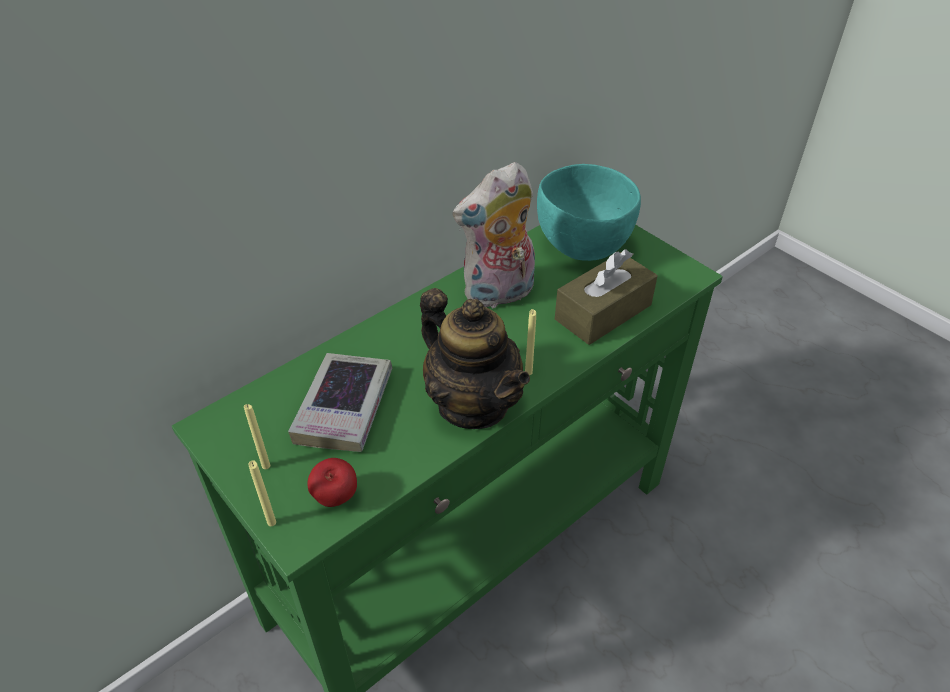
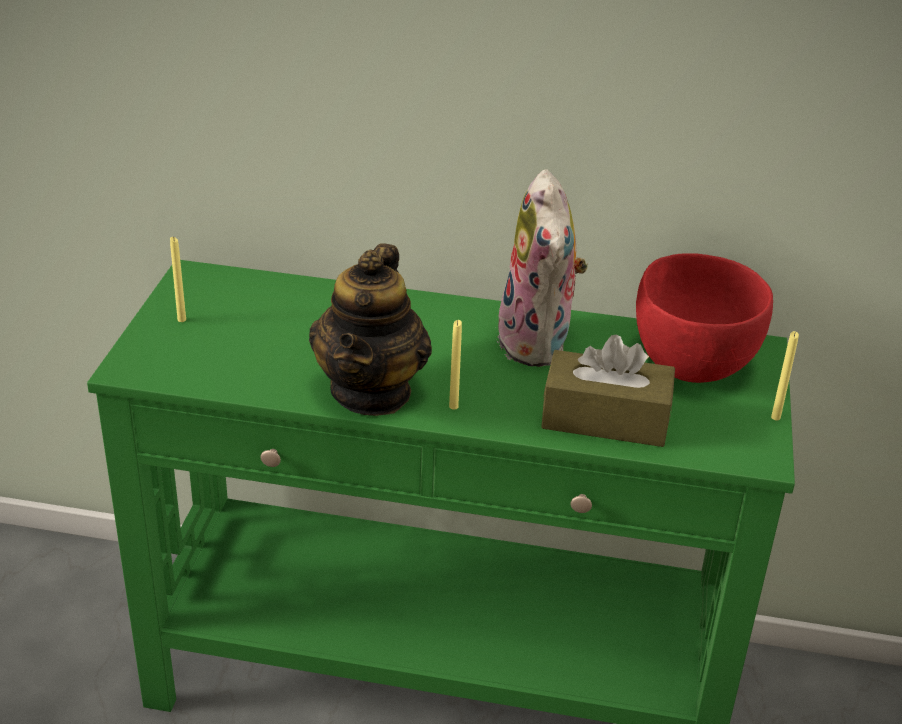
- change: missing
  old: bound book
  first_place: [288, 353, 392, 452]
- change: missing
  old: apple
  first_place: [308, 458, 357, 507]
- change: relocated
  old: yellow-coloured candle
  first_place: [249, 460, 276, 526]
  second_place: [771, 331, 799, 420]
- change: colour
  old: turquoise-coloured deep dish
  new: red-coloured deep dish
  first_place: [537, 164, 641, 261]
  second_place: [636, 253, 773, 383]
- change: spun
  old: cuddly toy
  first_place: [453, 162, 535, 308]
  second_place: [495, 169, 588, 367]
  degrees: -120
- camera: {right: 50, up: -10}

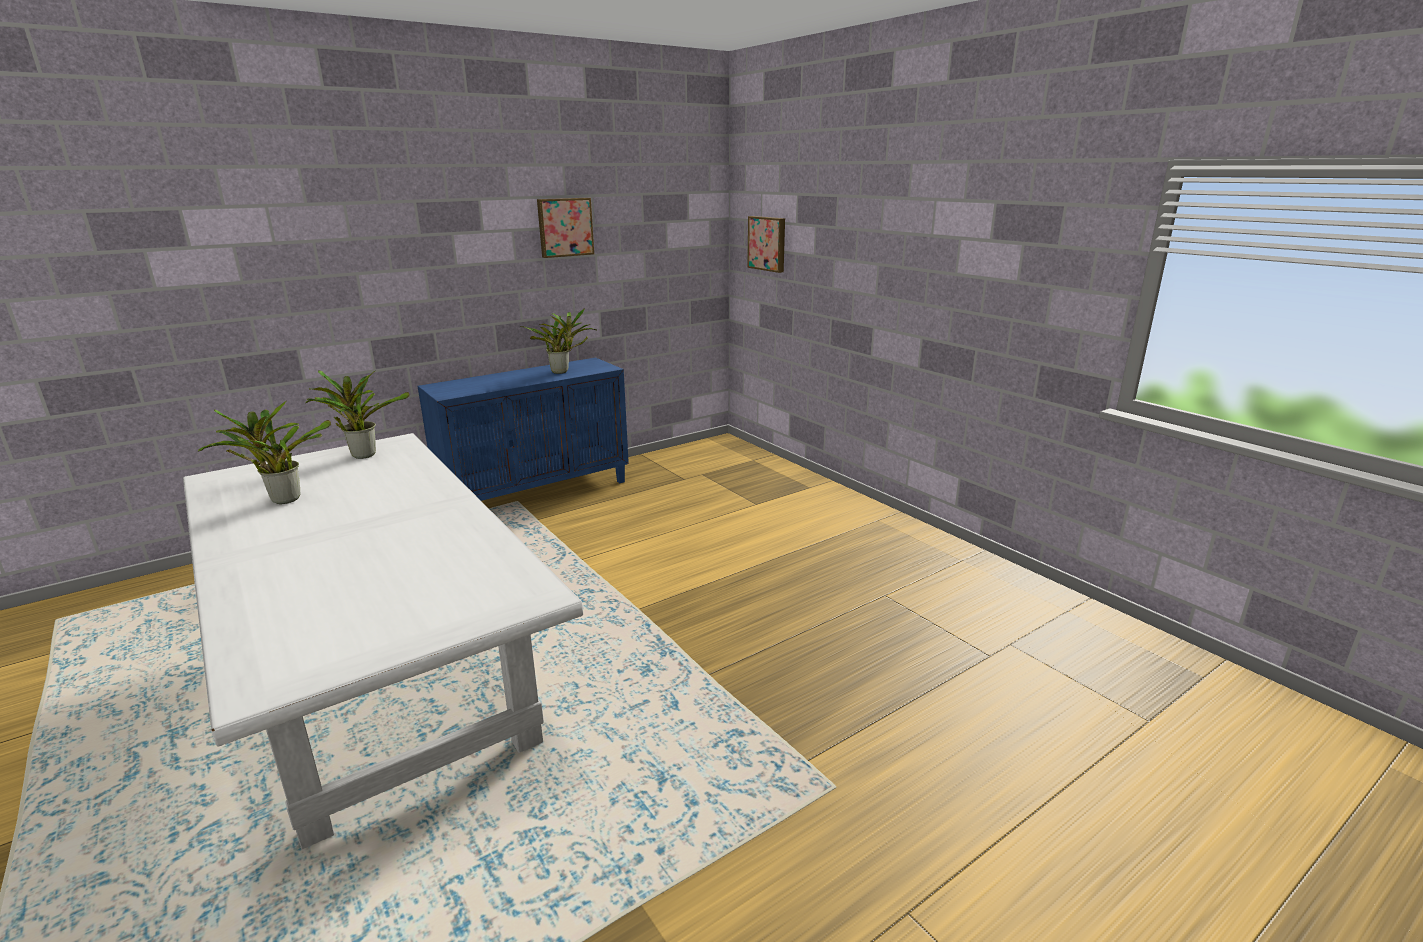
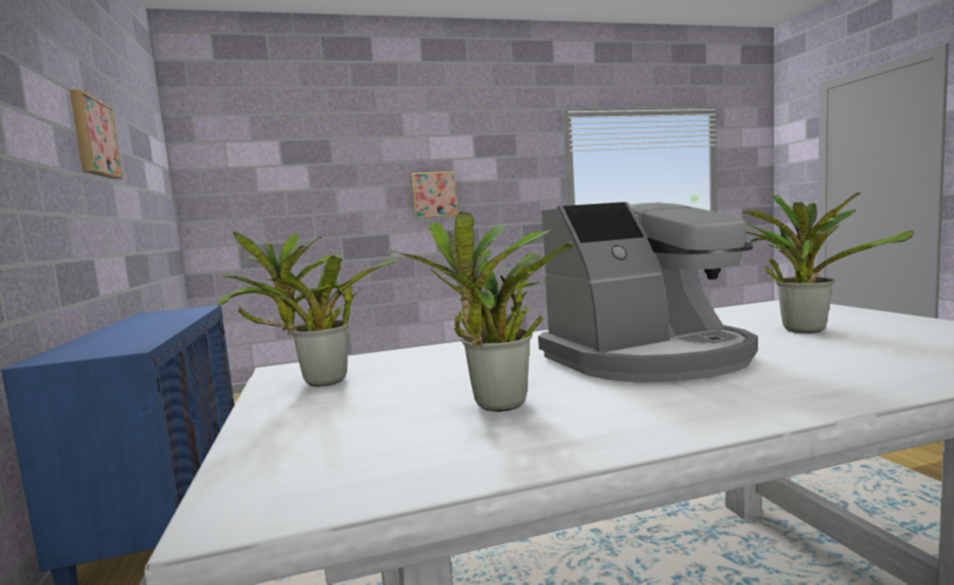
- change: appeared
  new: coffee machine
  second_place: [538, 202, 758, 383]
- change: relocated
  old: houseplant
  first_place: [520, 308, 597, 374]
  second_place: [741, 192, 914, 333]
- change: relocated
  old: wall picture
  first_place: [747, 216, 785, 273]
  second_place: [411, 171, 458, 218]
- camera: {right: -70, up: -15}

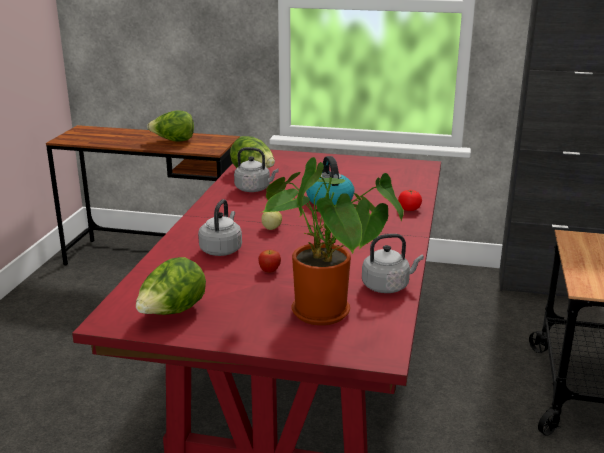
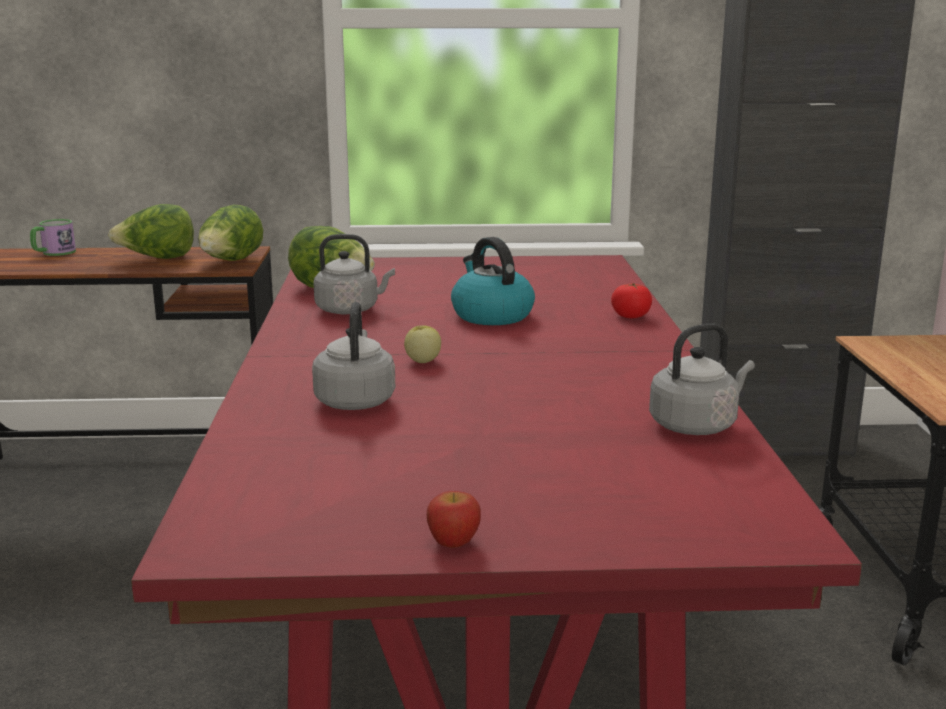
- change: missing
  old: houseplant
  first_place: [262, 157, 404, 325]
- change: appeared
  new: coffee mug
  second_place: [30, 219, 76, 256]
- change: relocated
  old: lettuce
  first_place: [136, 257, 206, 315]
  second_place: [198, 205, 263, 261]
- change: relocated
  old: apple
  first_place: [258, 250, 281, 273]
  second_place: [427, 491, 481, 548]
- camera: {right: -15, up: -5}

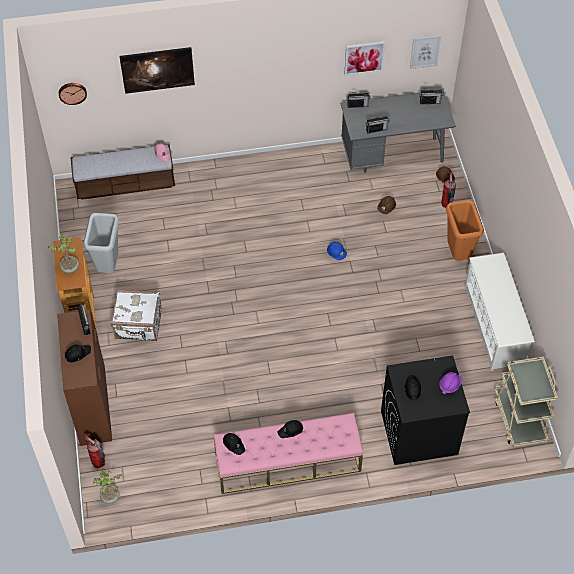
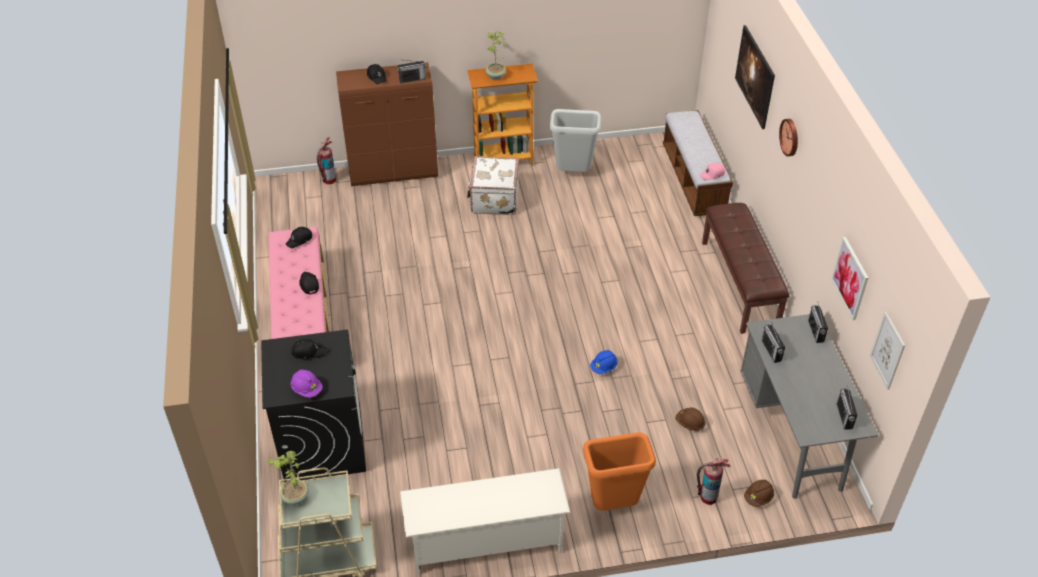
- change: appeared
  new: brownish long seat
  second_place: [702, 203, 789, 334]
- change: relocated
  old: clock on the wall
  first_place: [59, 83, 87, 105]
  second_place: [779, 119, 798, 156]
- change: relocated
  old: houseplant
  first_place: [93, 470, 122, 504]
  second_place: [268, 451, 309, 505]
- camera: {right: 90, up: -10}

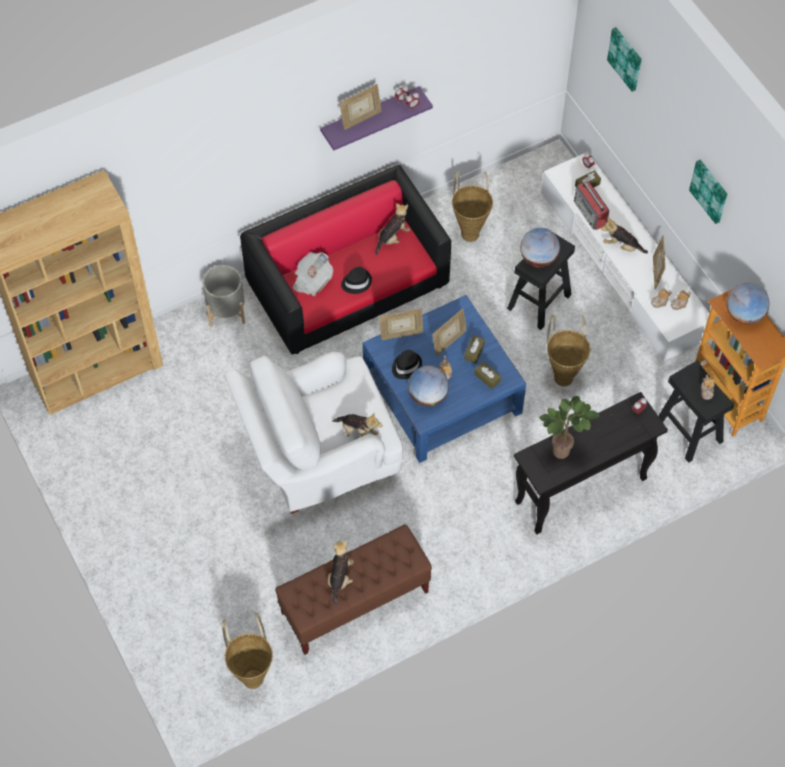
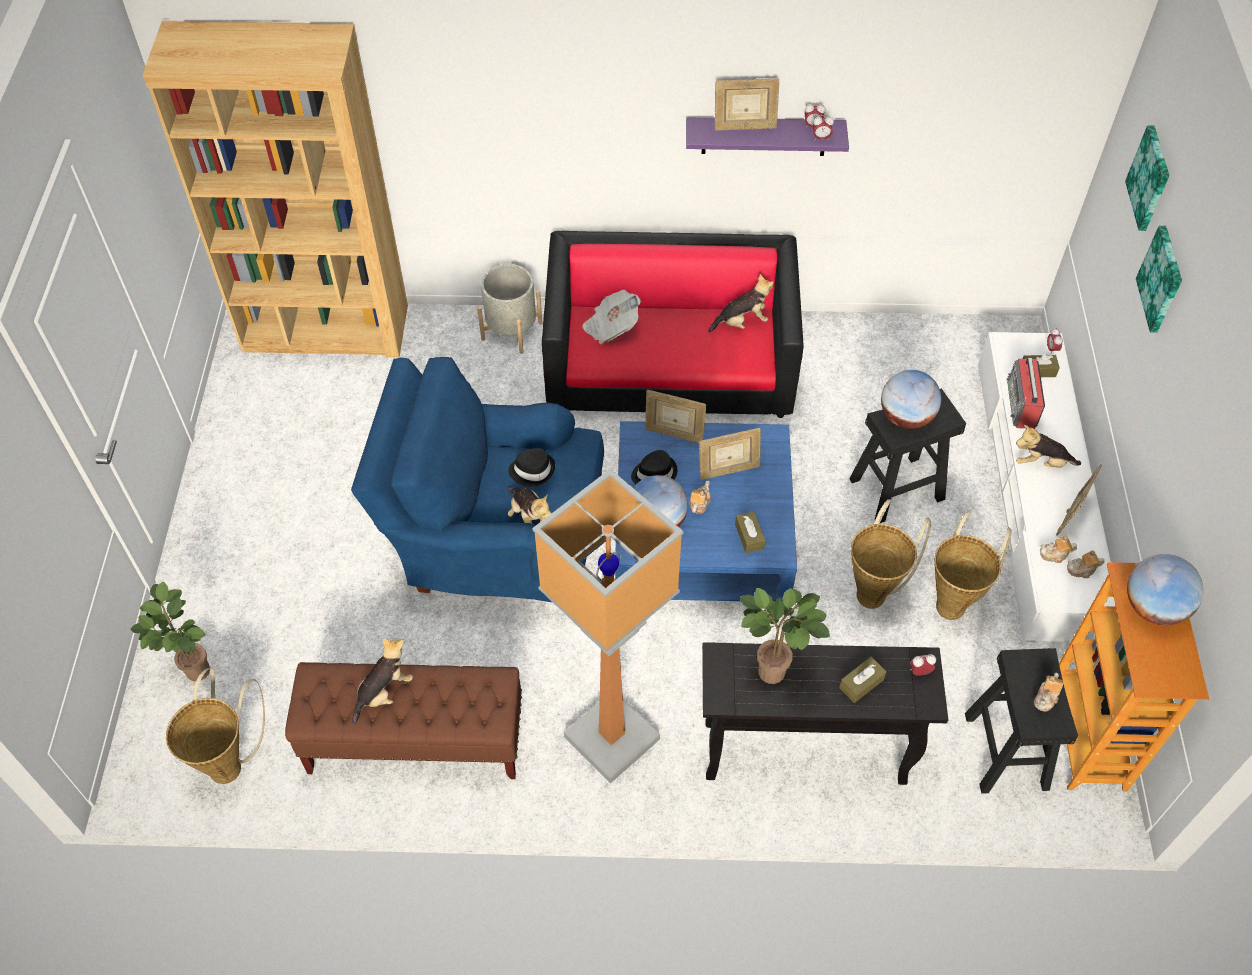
- change: appeared
  new: houseplant
  second_place: [130, 582, 210, 681]
- change: appeared
  new: floor lamp
  second_place: [532, 469, 684, 784]
- change: relocated
  old: black wearable hat
  first_place: [341, 267, 372, 294]
  second_place: [508, 448, 555, 487]
- change: relocated
  old: storage basket
  first_place: [452, 171, 493, 242]
  second_place: [934, 510, 1012, 620]
- change: relocated
  old: brownish box of tissues
  first_place: [464, 335, 485, 364]
  second_place: [839, 657, 887, 703]
- change: relocated
  old: wall picture
  first_place: [689, 160, 727, 224]
  second_place: [1136, 226, 1182, 333]
- change: colour
  old: white-coloured lounge chair
  new: blue lounge chair
  first_place: [224, 352, 403, 514]
  second_place: [351, 357, 604, 602]
- change: spun
  old: cuddly toy
  first_place: [601, 218, 648, 253]
  second_place: [1016, 425, 1081, 468]
  degrees: -45
- camera: {right: 30, up: -5}

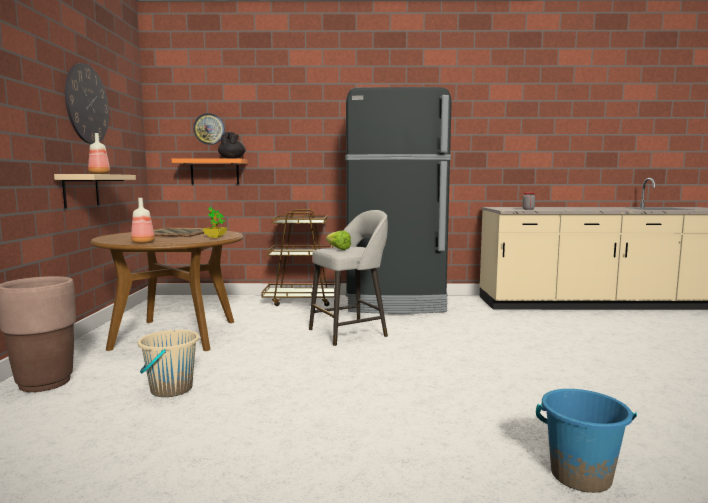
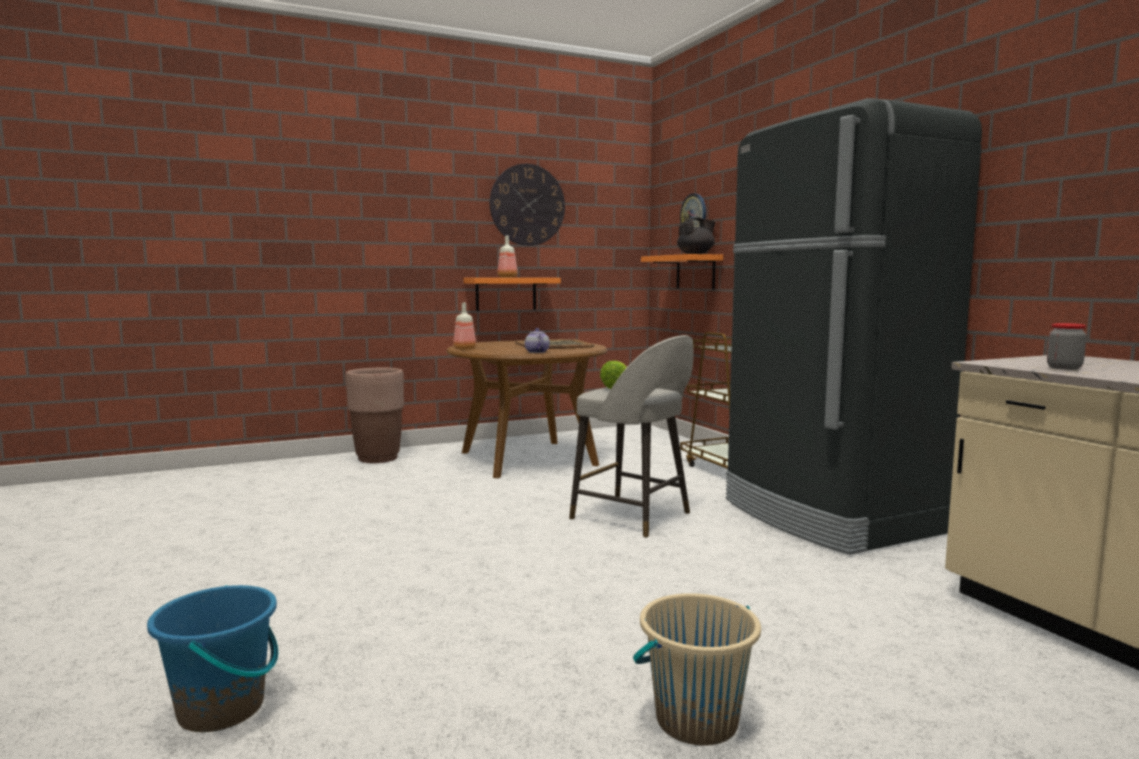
- change: relocated
  old: sand-coloured bucket
  first_place: [138, 330, 199, 397]
  second_place: [633, 593, 761, 746]
- change: exchanged
  old: houseplant
  new: tea pot
  first_place: [203, 207, 227, 238]
  second_place: [525, 328, 550, 353]
- change: colour
  old: sand-coloured wall shelf
  new: orange-coloured wall shelf
  first_place: [54, 174, 136, 208]
  second_place: [464, 278, 561, 311]
- camera: {right: 65, up: 0}

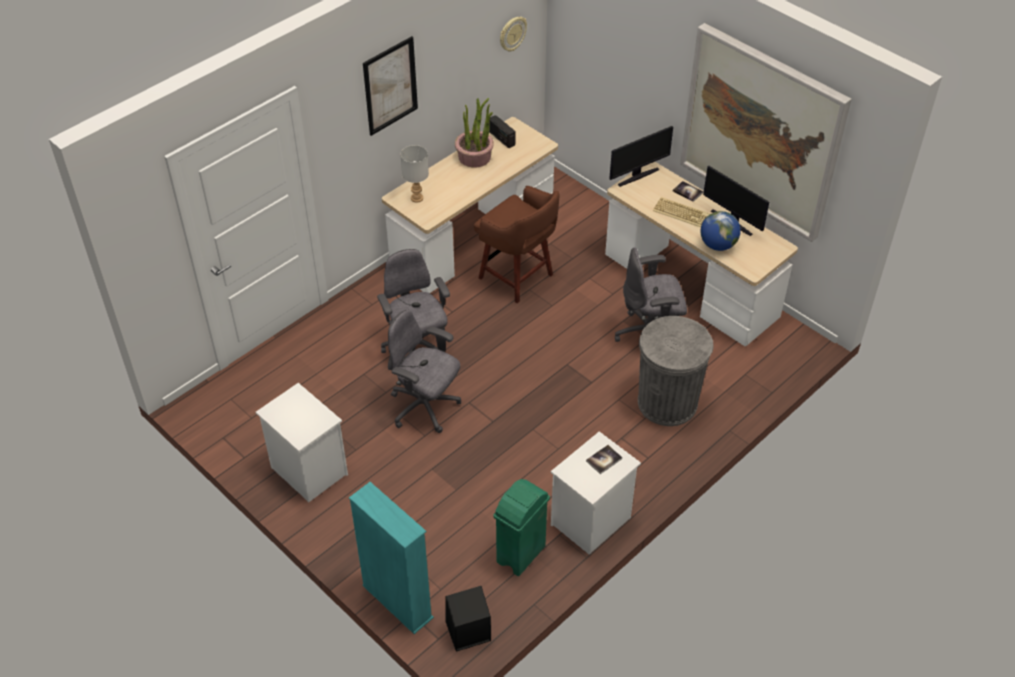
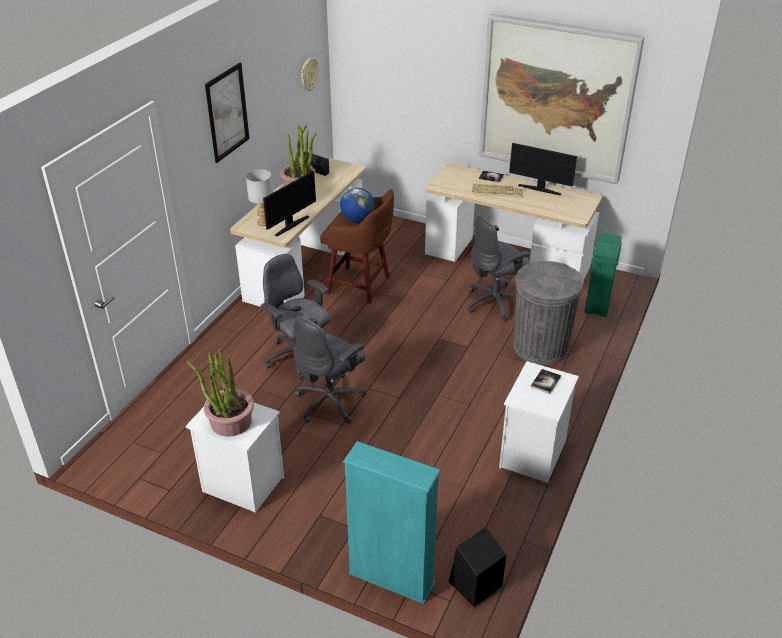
- change: appeared
  new: houseplant
  second_place: [187, 349, 254, 437]
- change: relocated
  old: green trash can
  first_place: [493, 479, 550, 576]
  second_place: [584, 233, 622, 317]
- change: relocated
  old: computer display
  first_place: [609, 126, 673, 187]
  second_place: [263, 171, 316, 236]
- change: relocated
  old: desk globe
  first_place: [701, 211, 741, 251]
  second_place: [340, 188, 375, 223]
- change: spun
  old: gray desk chair
  first_place: [388, 310, 461, 433]
  second_place: [293, 316, 365, 424]
  degrees: -60
- camera: {right: -20, up: -10}

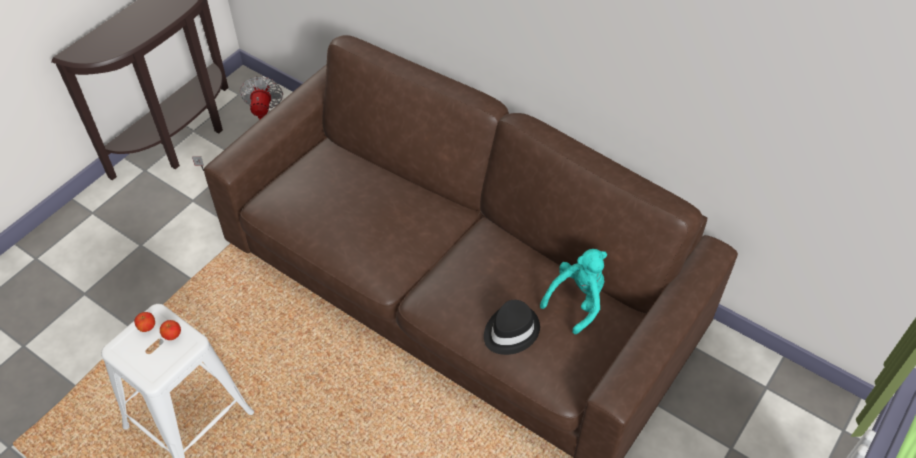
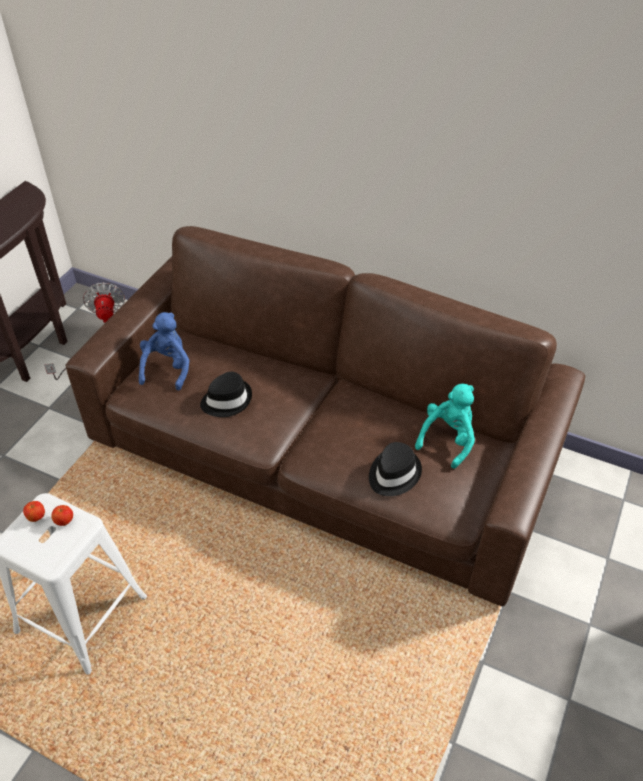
- change: appeared
  new: blue cuddly toy
  second_place: [139, 312, 190, 391]
- change: appeared
  new: black wearable hat
  second_place: [200, 372, 252, 417]
- camera: {right: -10, up: -5}

